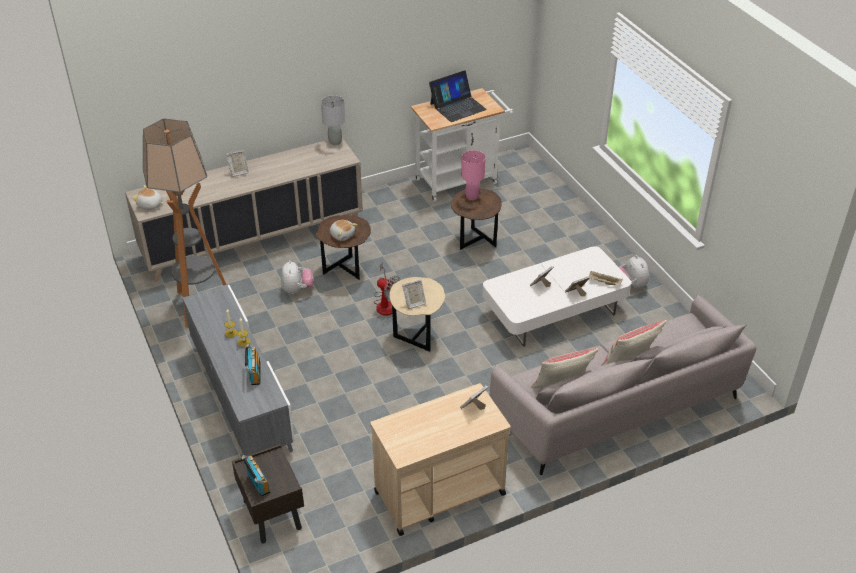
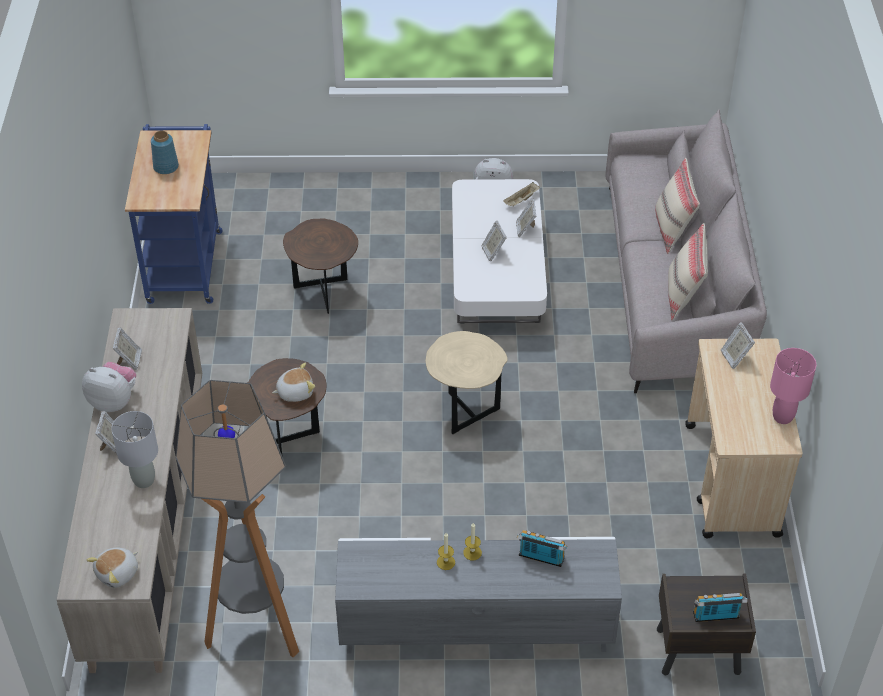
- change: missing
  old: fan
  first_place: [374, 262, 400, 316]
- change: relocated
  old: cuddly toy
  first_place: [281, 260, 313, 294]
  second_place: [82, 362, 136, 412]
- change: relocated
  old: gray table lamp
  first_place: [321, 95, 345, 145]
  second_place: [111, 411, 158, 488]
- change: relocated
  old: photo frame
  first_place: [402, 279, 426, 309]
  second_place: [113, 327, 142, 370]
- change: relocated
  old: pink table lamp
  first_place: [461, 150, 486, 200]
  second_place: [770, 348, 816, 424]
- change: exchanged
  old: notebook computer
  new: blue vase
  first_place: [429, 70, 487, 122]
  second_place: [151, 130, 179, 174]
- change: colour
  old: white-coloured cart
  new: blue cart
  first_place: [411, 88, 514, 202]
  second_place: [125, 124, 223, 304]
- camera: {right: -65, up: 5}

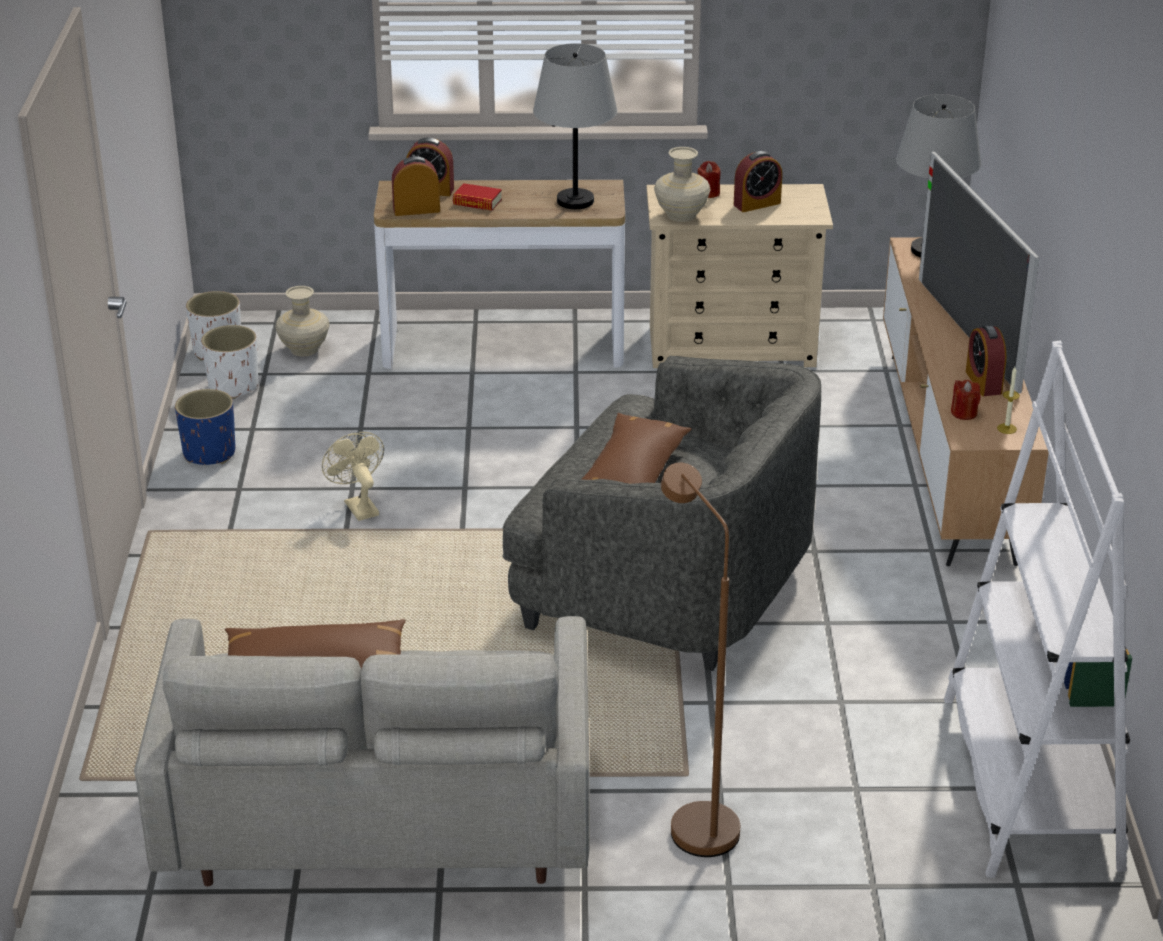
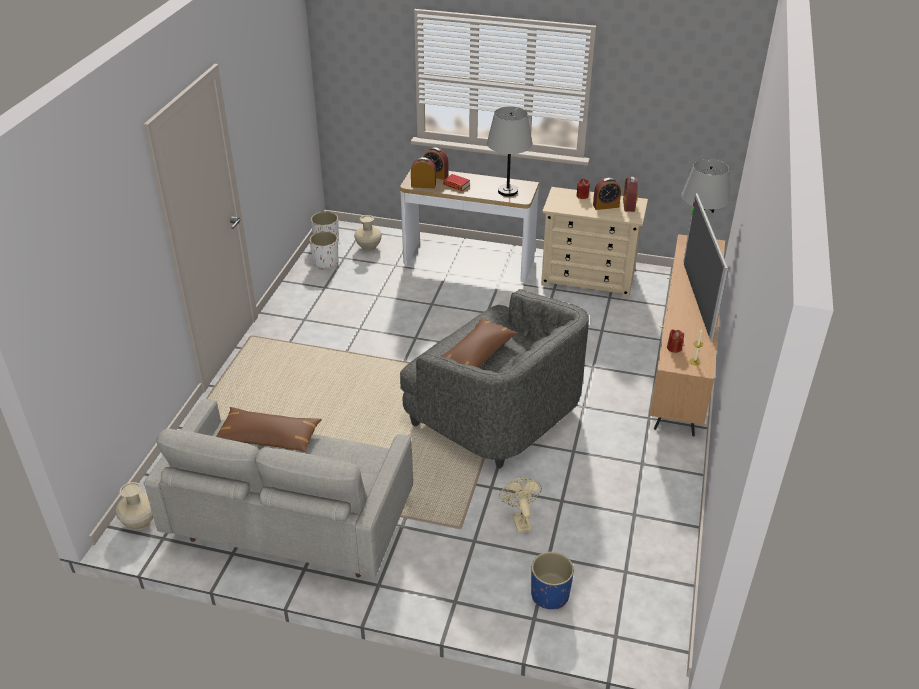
- change: missing
  old: brownish floor lamp
  first_place: [661, 463, 740, 857]
- change: missing
  old: white-coloured shelving unit
  first_place: [944, 341, 1132, 878]
- change: relocated
  old: blue plant pot
  first_place: [175, 389, 235, 465]
  second_place: [531, 552, 574, 609]
- change: relocated
  old: sand-coloured fan
  first_place: [322, 432, 384, 521]
  second_place: [499, 478, 542, 533]
- change: relocated
  old: sand-coloured vase
  first_place: [654, 147, 711, 222]
  second_place: [116, 482, 153, 530]
- change: relocated
  old: bedside clock
  first_place: [966, 325, 1006, 396]
  second_place: [623, 176, 638, 212]
- camera: {right: 15, up: 5}

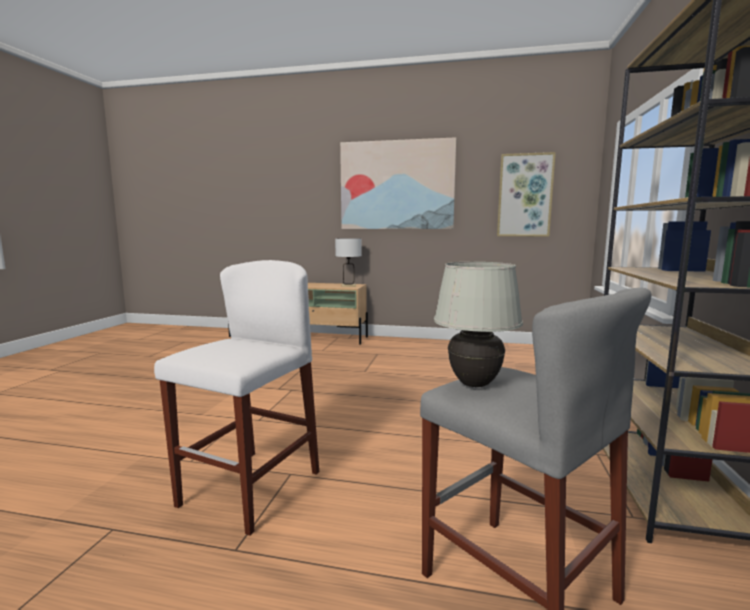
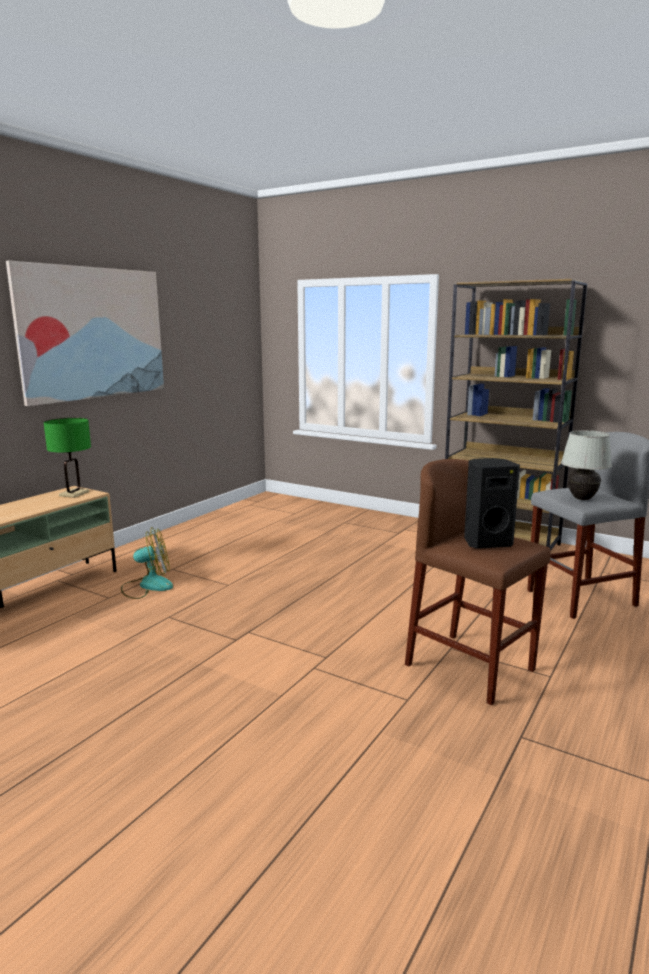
- change: missing
  old: wall picture
  first_place: [497, 152, 556, 236]
- change: appeared
  new: fan
  second_place: [121, 527, 173, 599]
- change: appeared
  new: black audio speaker
  second_place: [464, 458, 520, 549]
- change: colour
  old: white-coloured sitting stool
  new: brownish sitting stool
  first_place: [154, 260, 319, 536]
  second_place: [405, 459, 550, 706]
- change: colour
  old: white-coloured table lamp
  new: green table lamp
  first_place: [335, 238, 362, 287]
  second_place: [43, 418, 91, 498]
- camera: {right: -70, up: 5}

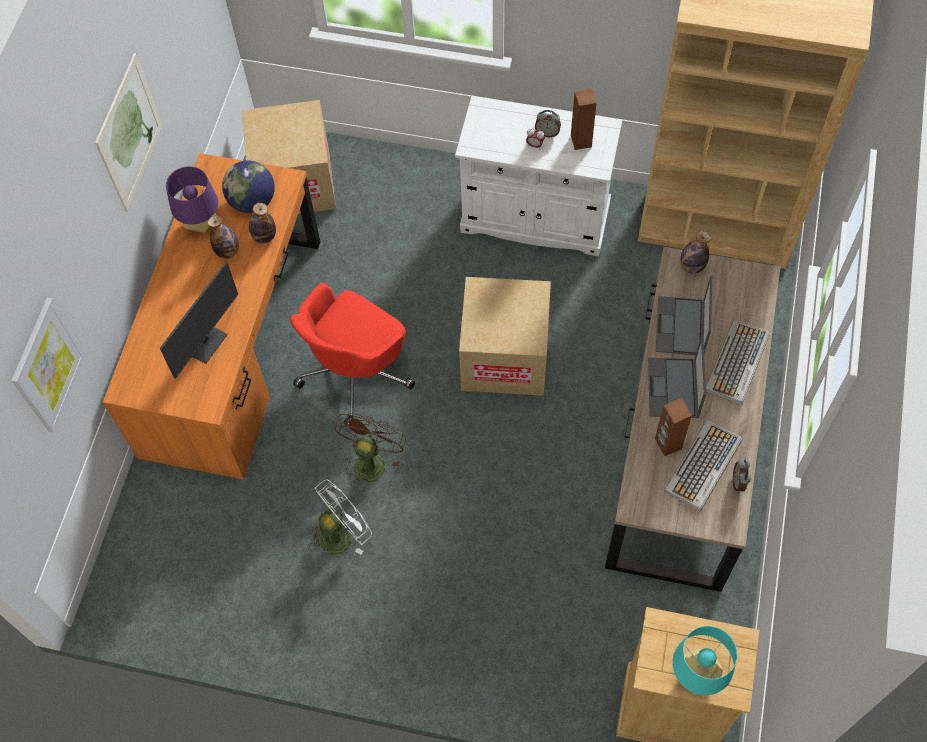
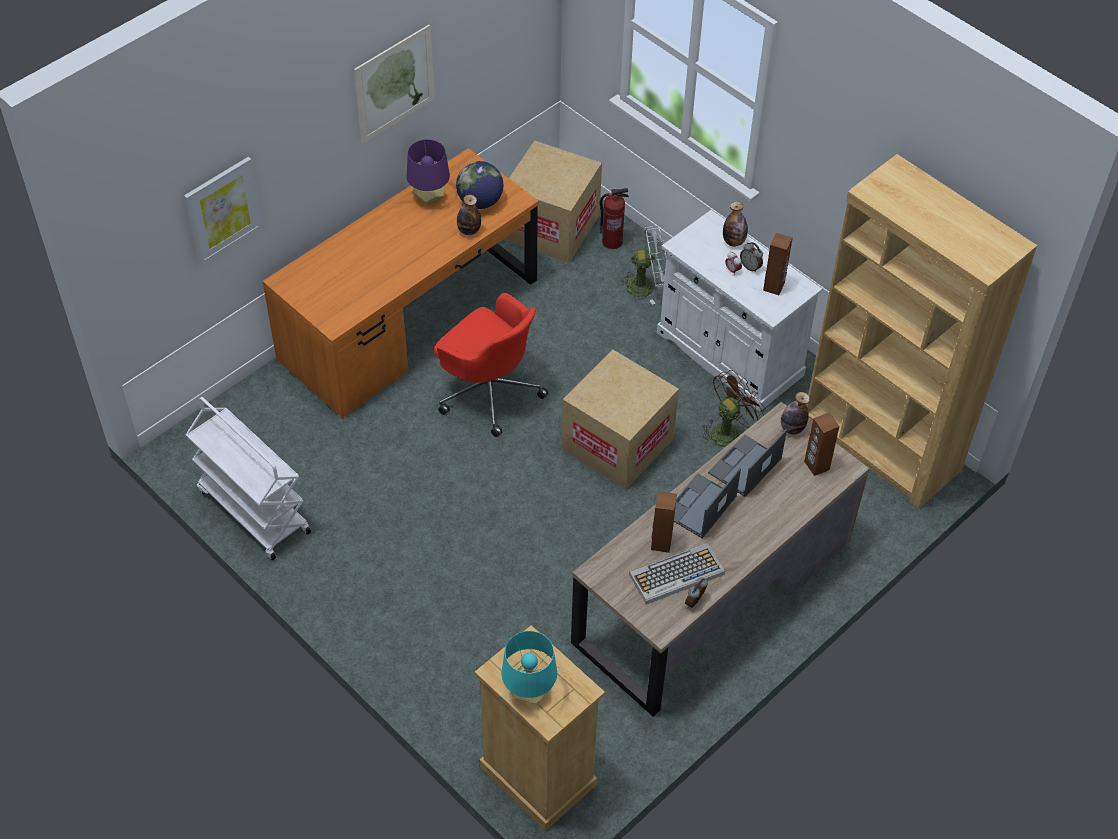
- change: missing
  old: computer display
  first_place: [160, 261, 238, 379]
- change: missing
  old: computer keyboard
  first_place: [706, 319, 770, 405]
- change: appeared
  new: white-coloured cart
  second_place: [186, 397, 311, 560]
- change: appeared
  new: extinguisher
  second_place: [600, 188, 629, 249]
- change: appeared
  new: brownish audio speaker
  second_place: [804, 412, 839, 476]
- change: relocated
  old: drink bottle
  first_place: [208, 215, 239, 259]
  second_place: [723, 202, 748, 247]
- change: relocated
  old: white-coloured fan
  first_place: [309, 480, 372, 555]
  second_place: [618, 226, 667, 305]
- change: relocated
  old: brownish fan
  first_place: [334, 413, 406, 488]
  second_place: [702, 370, 766, 447]
- change: spun
  old: red-coloured desk chair
  first_place: [290, 283, 415, 426]
  second_place: [434, 293, 548, 437]
  degrees: -120
- camera: {right: 30, up: -10}

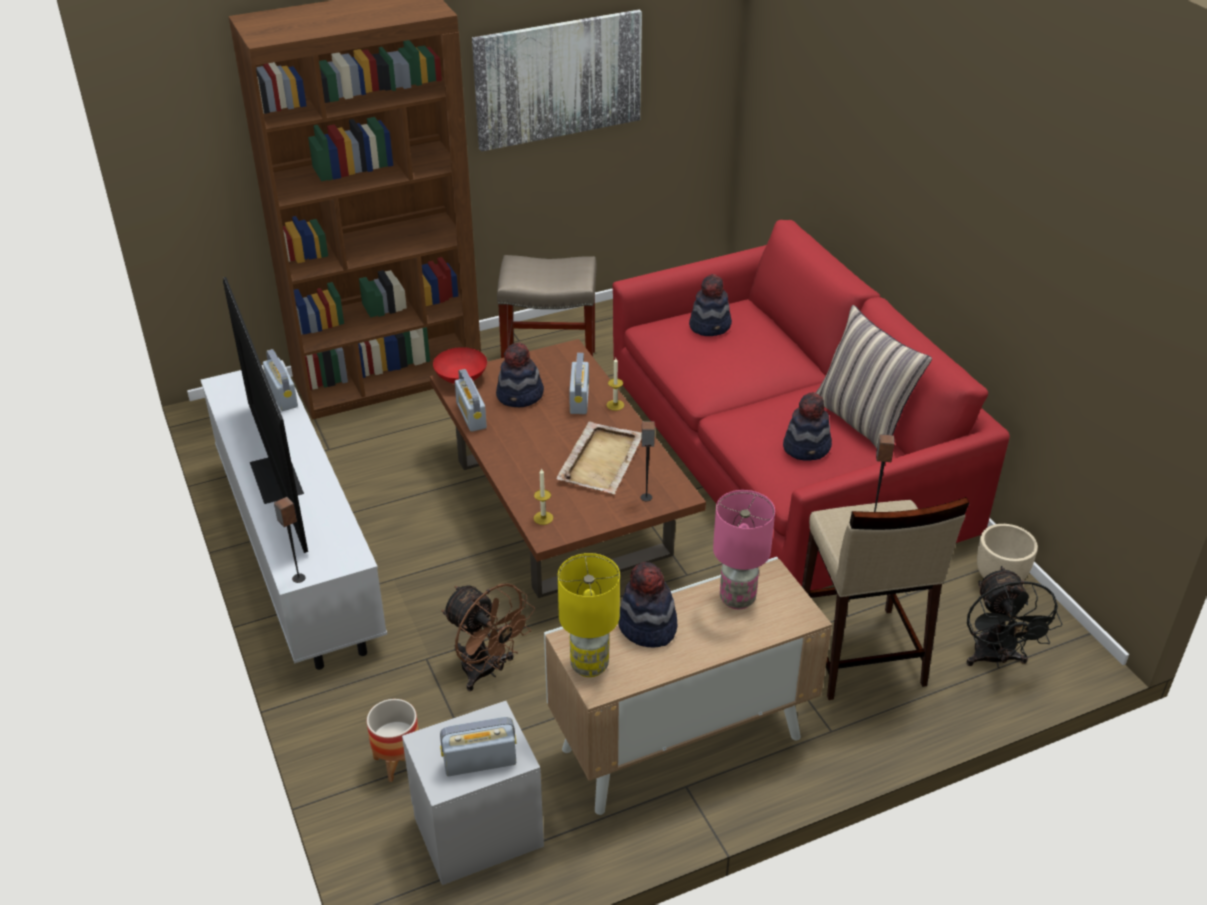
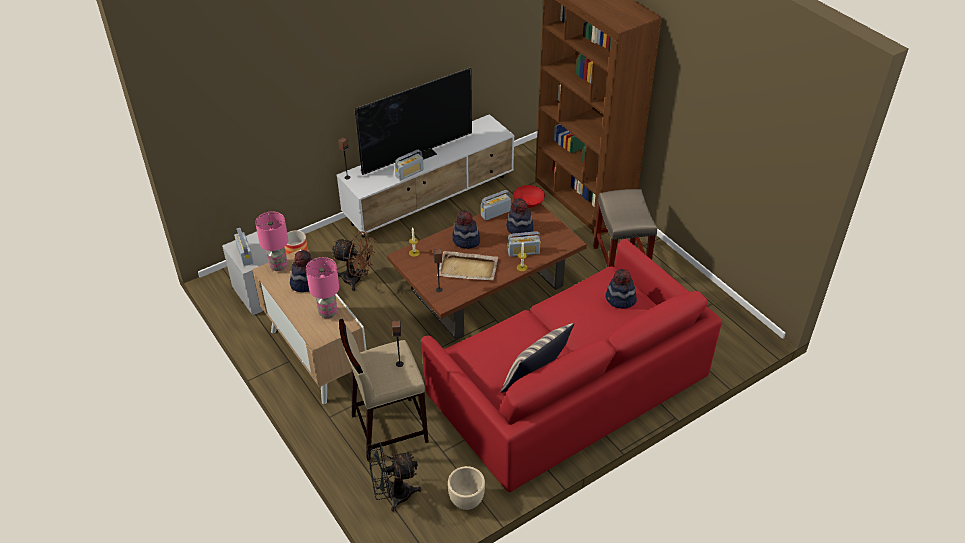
- change: missing
  old: wall picture
  first_place: [472, 10, 642, 152]
- change: relocated
  old: radio
  first_place: [263, 349, 298, 411]
  second_place: [394, 150, 424, 180]
- change: relocated
  old: wearable hat
  first_place: [783, 392, 832, 461]
  second_place: [452, 210, 480, 249]
- change: colour
  old: yellow-coloured table lamp
  new: pink table lamp
  first_place: [558, 553, 620, 677]
  second_place: [255, 211, 288, 271]
- change: spun
  old: brownish fan
  first_place: [442, 583, 535, 691]
  second_place: [332, 231, 376, 291]
  degrees: -105
- camera: {right: 80, up: 5}

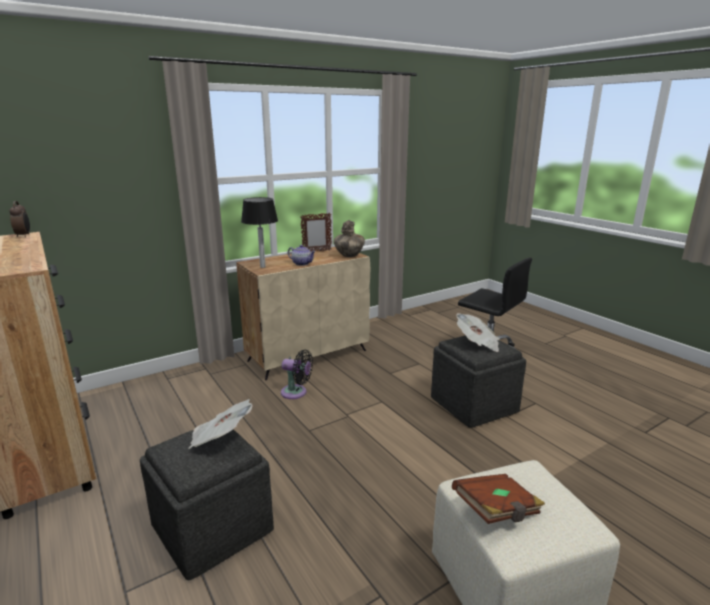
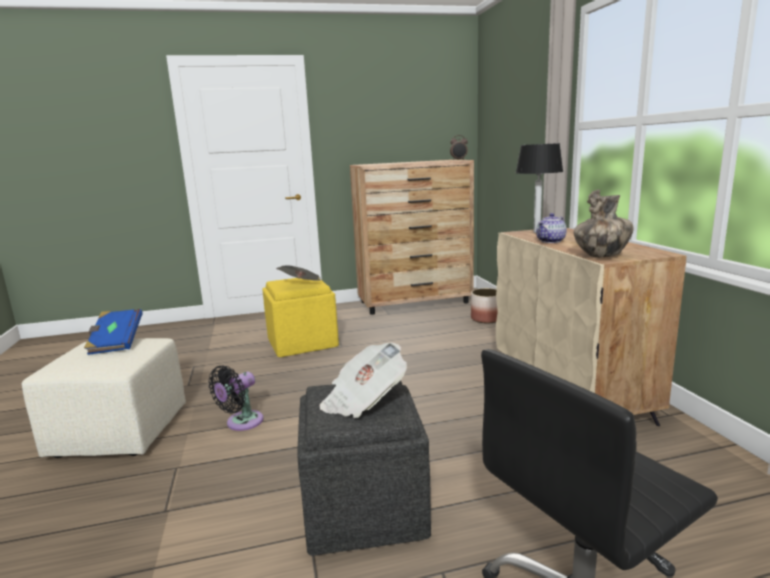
- change: missing
  old: photo frame
  first_place: [300, 213, 332, 252]
- change: appeared
  new: plant pot
  second_place: [471, 288, 497, 323]
- change: relocated
  old: black fan
  first_place: [281, 350, 313, 399]
  second_place: [208, 365, 263, 431]
- change: colour
  old: gray footrest
  new: yellow-coloured footrest
  first_place: [140, 429, 274, 580]
  second_place: [262, 278, 339, 357]
- change: colour
  old: brownish bound book
  new: blue bound book
  first_place: [452, 474, 545, 524]
  second_place: [84, 309, 143, 355]
- camera: {right: 110, up: -5}

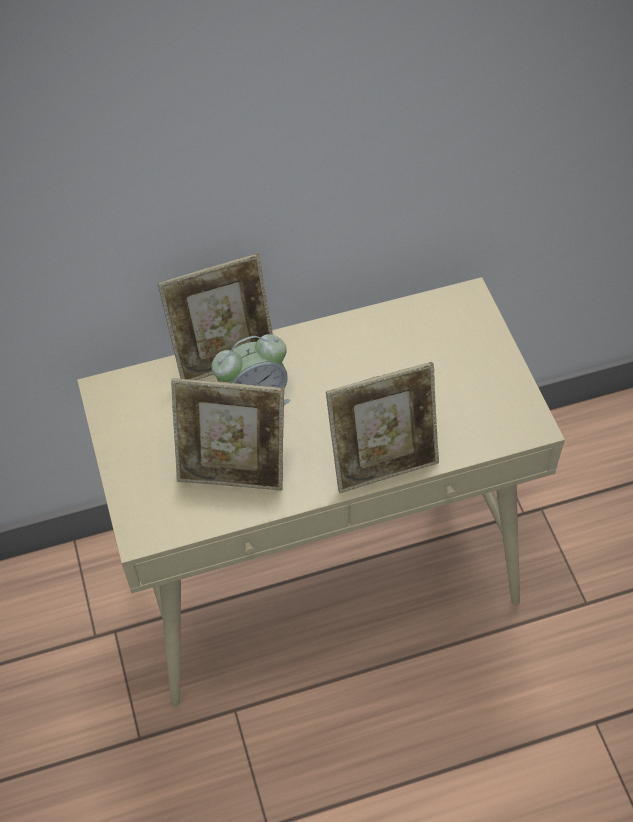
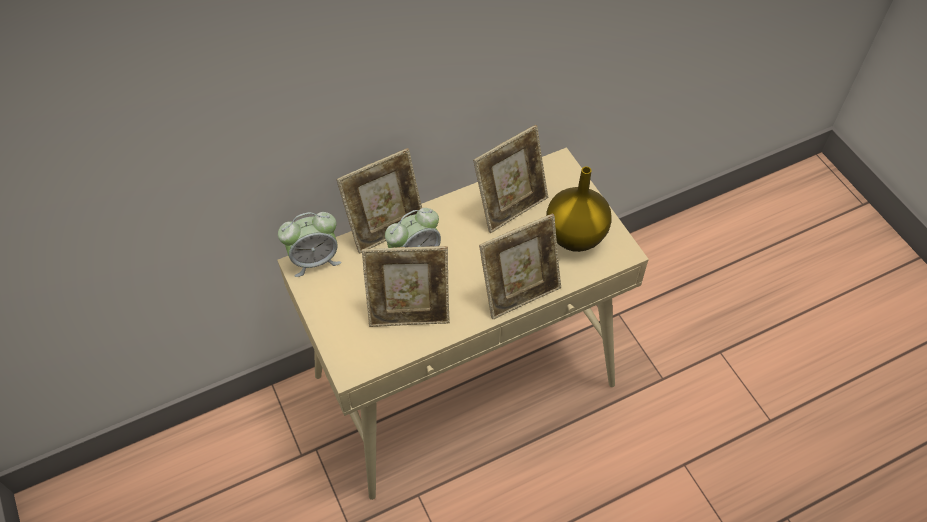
- change: appeared
  new: bedside clock
  second_place: [278, 212, 342, 277]
- change: appeared
  new: photo frame
  second_place: [473, 125, 548, 233]
- change: appeared
  new: yellow-coloured vase
  second_place: [546, 166, 612, 252]
- camera: {right: -10, up: 0}

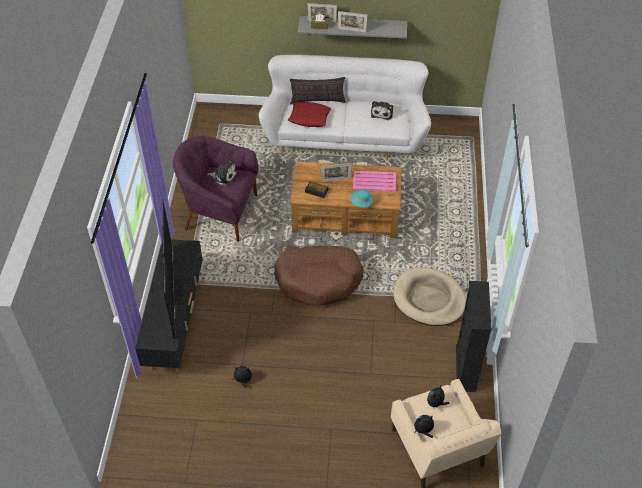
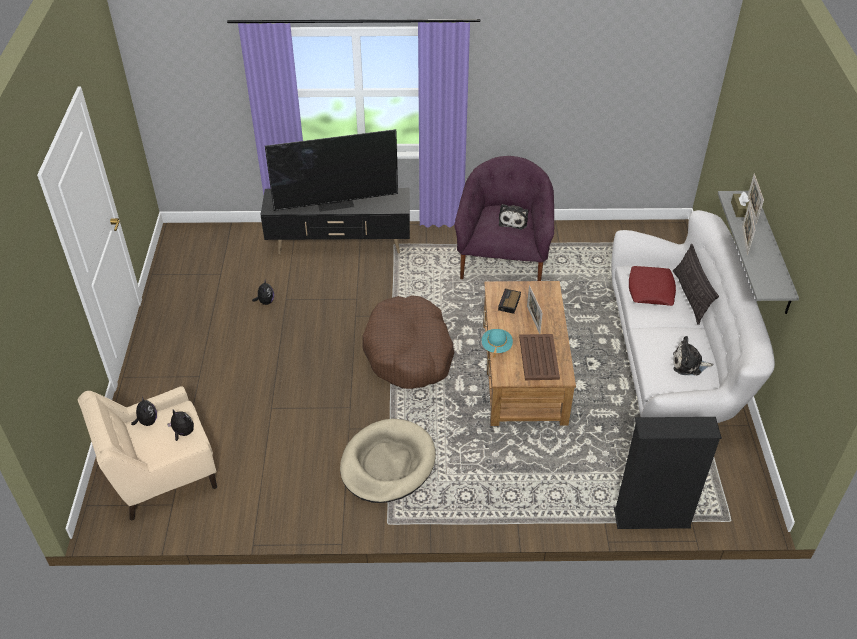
- change: relocated
  old: black shelving unit
  first_place: [456, 281, 491, 392]
  second_place: [614, 417, 722, 529]
- change: colour
  old: pink carrying tray
  new: brownish carrying tray
  first_place: [353, 171, 396, 192]
  second_place: [519, 334, 560, 380]
- camera: {right: 85, up: -5}

